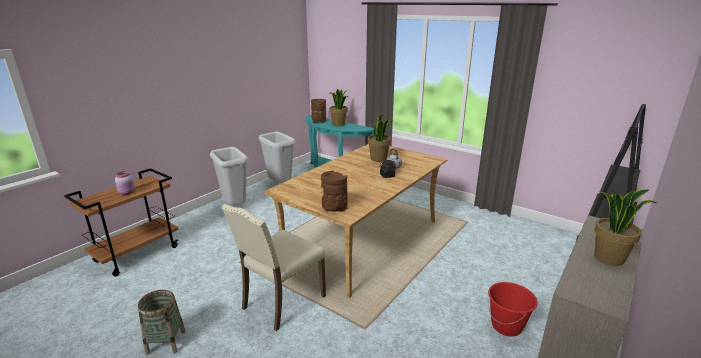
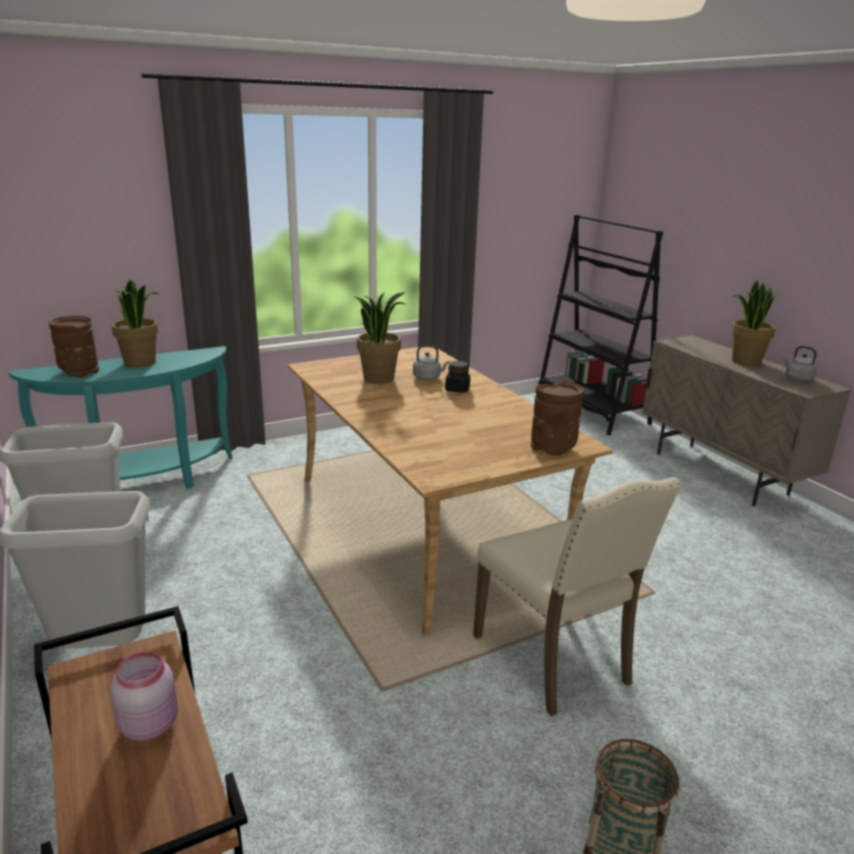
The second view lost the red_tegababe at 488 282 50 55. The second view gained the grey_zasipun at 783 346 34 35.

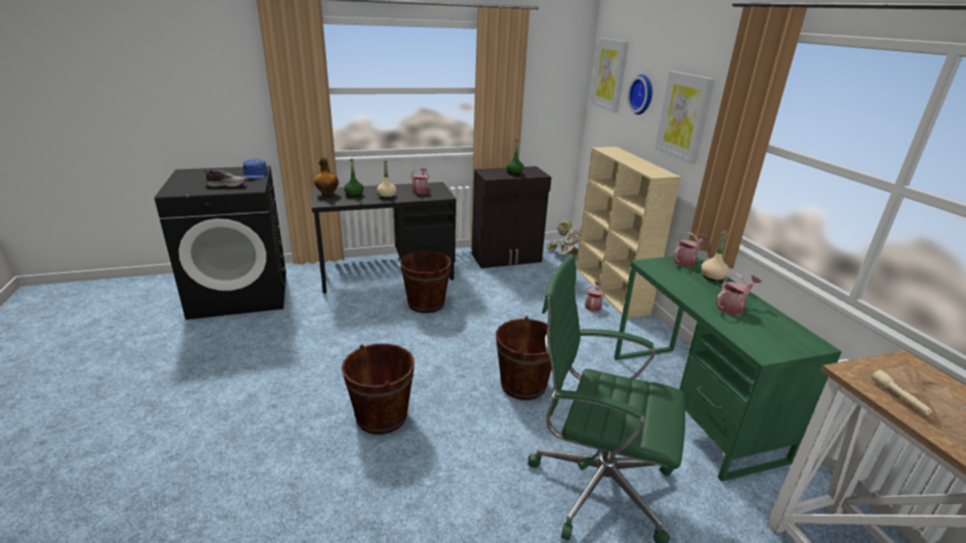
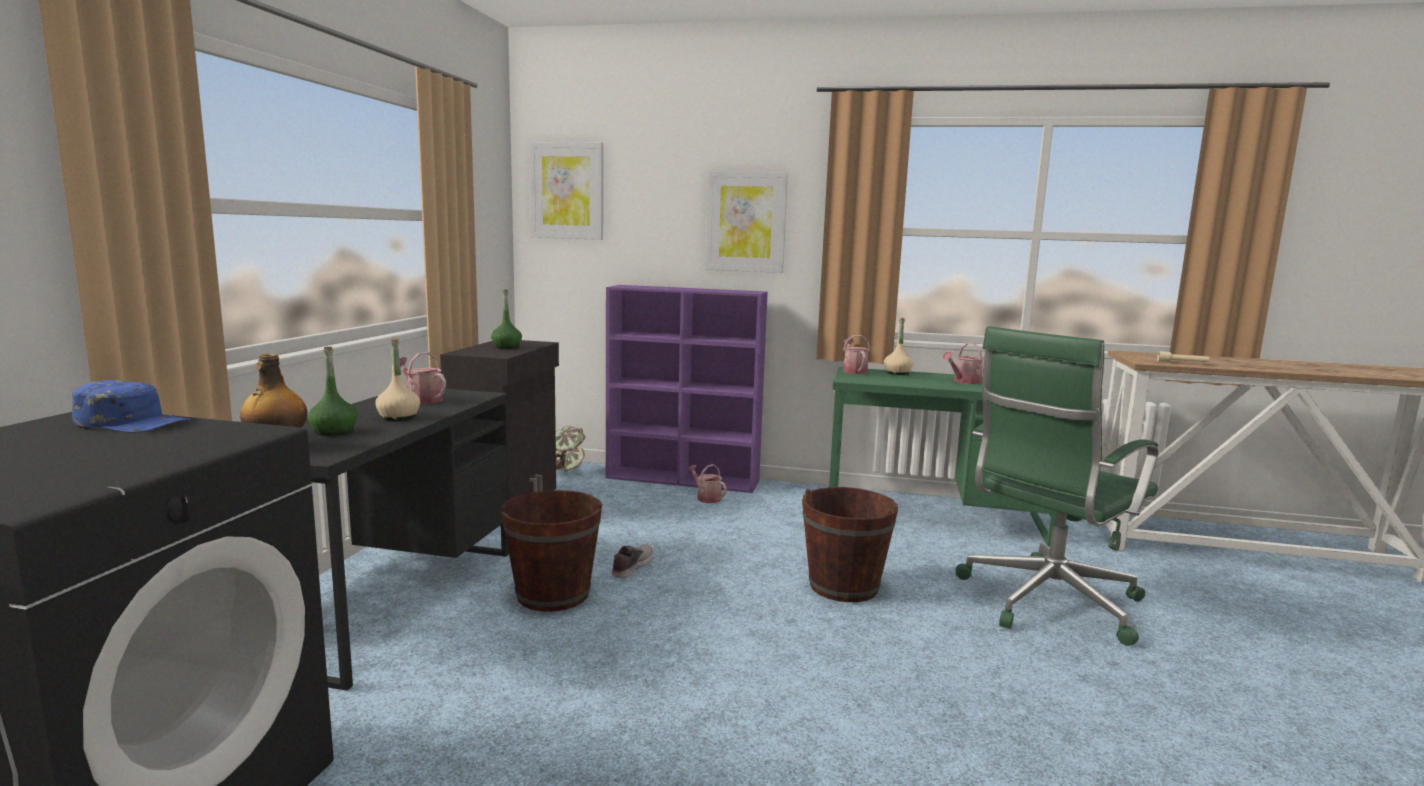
The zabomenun ended up elsewhere, having gone from 203 169 44 18 to 612 544 41 34. The second view lost the brown_tegababe at 342 343 73 92. What was the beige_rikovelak at 576 147 105 171 turned into the purple_rikovelak at 606 285 162 208. The second view lost the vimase at 627 74 25 41. The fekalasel at 716 274 45 41 ended up facing another way, 120 degrees counterclockwise from before.

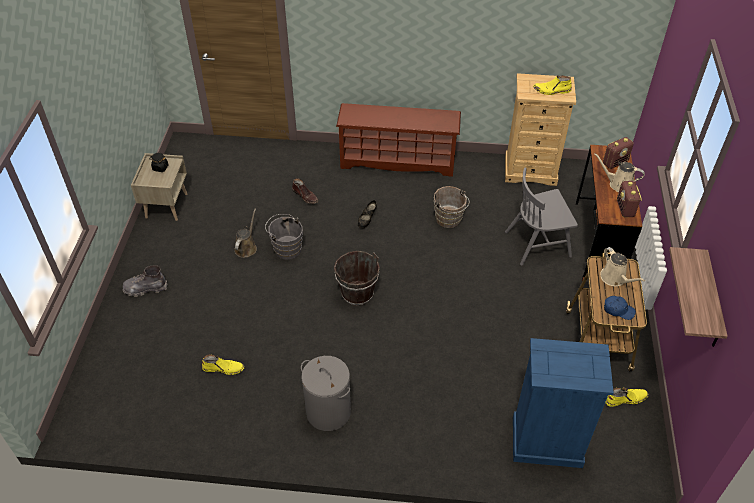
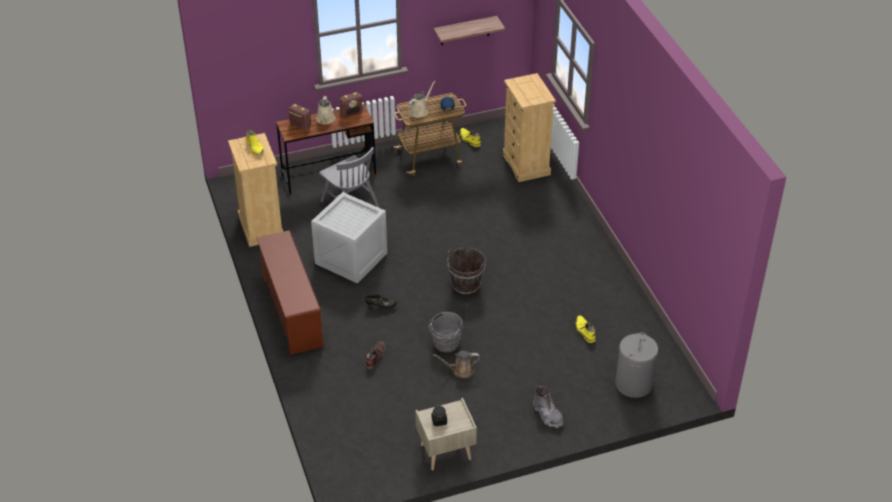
The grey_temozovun ended up elsewhere, having gone from 301 356 50 75 to 615 332 43 66. Where the brown_tegababe stood at 434 186 35 42, the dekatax came to stand at 311 192 76 91. What was the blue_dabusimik at 513 338 101 130 turned into the beige_dabusimik at 502 73 54 109.

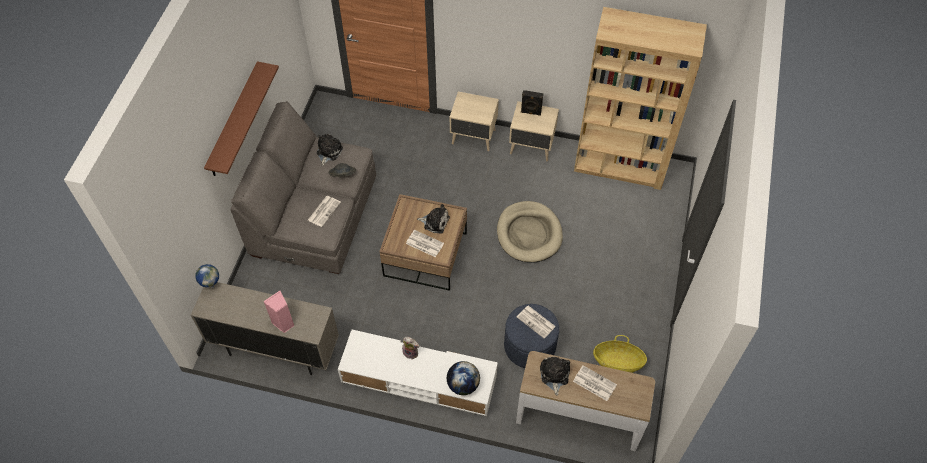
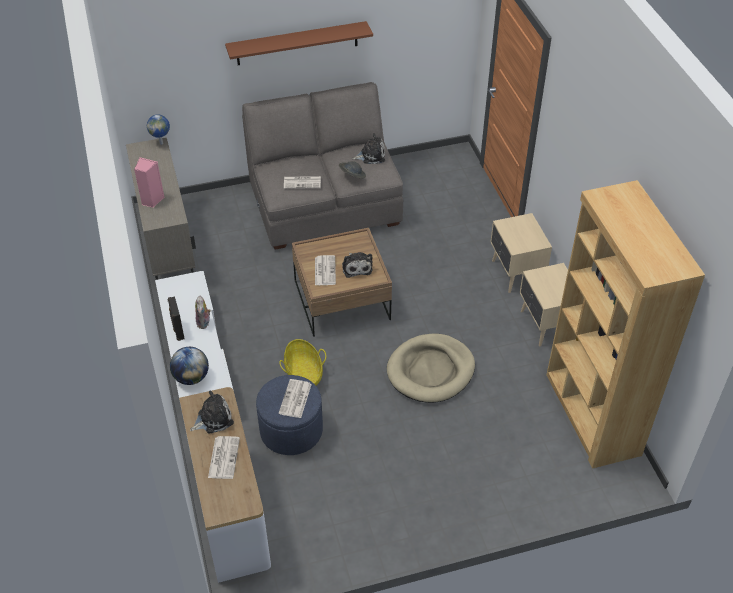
The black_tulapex ended up elsewhere, having gone from 521 90 22 26 to 168 296 17 45. The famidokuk ended up elsewhere, having gone from 593 335 54 38 to 279 339 47 47.

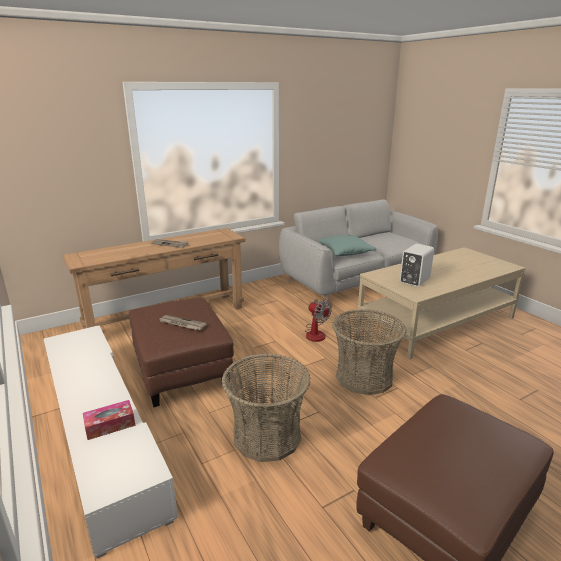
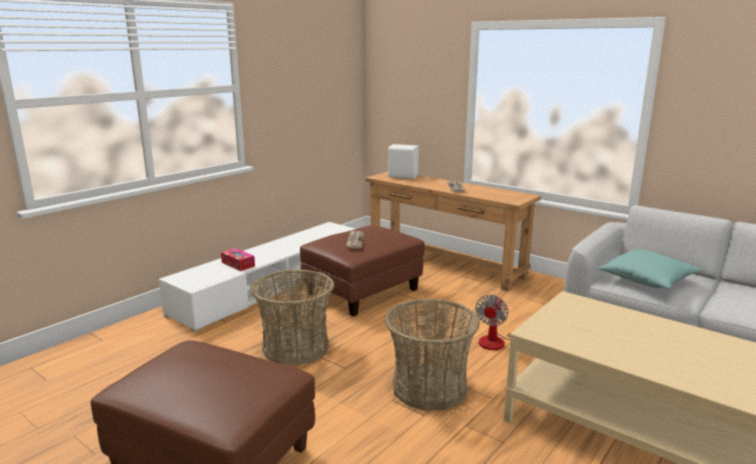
The white_tulapex ended up elsewhere, having gone from 400 244 34 43 to 388 144 31 35.

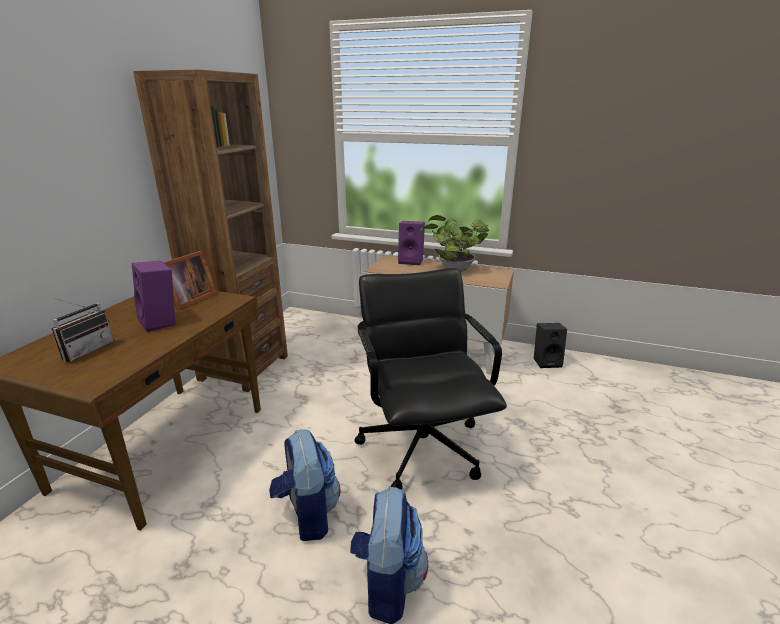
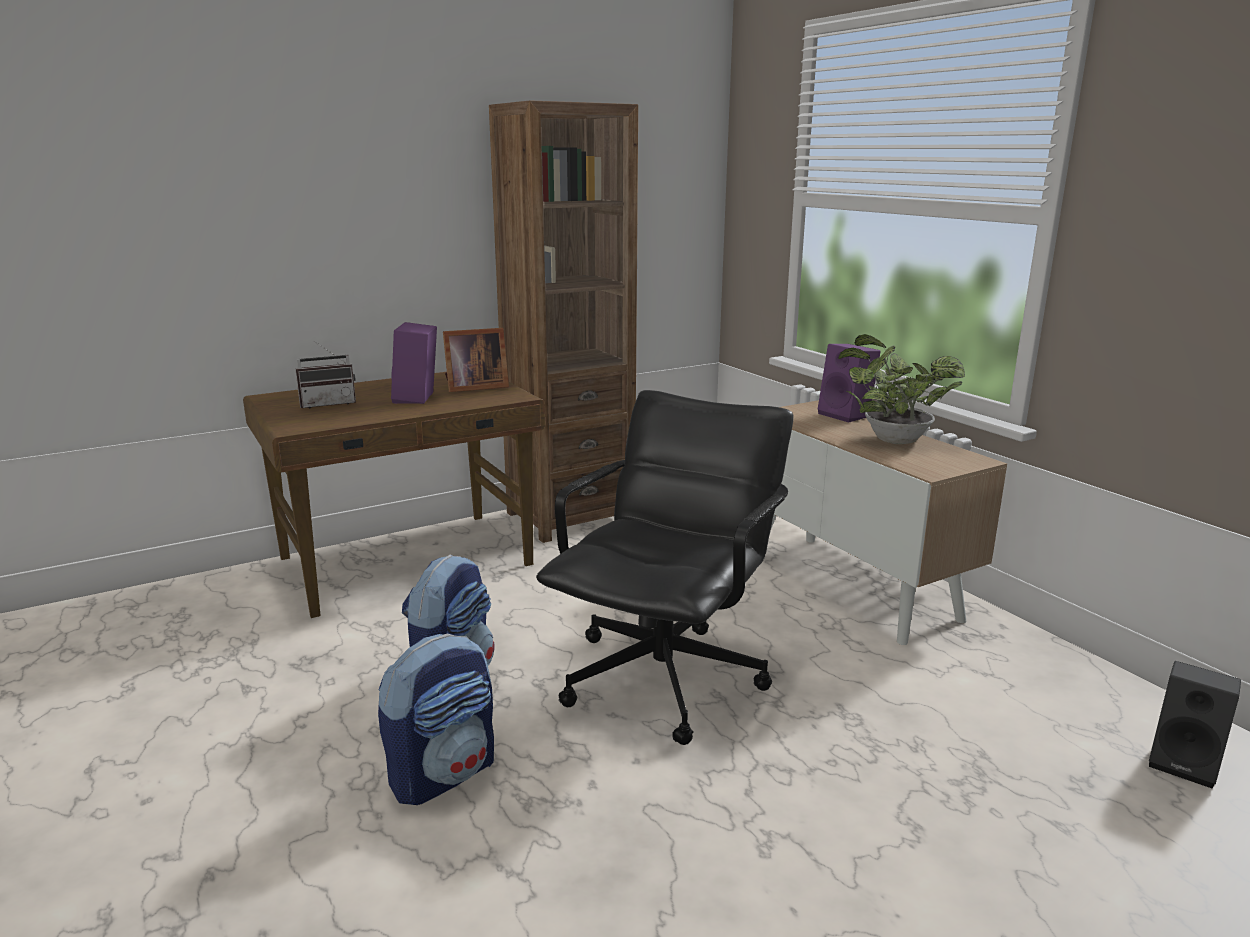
The black_tulapex ended up elsewhere, having gone from 534 323 33 45 to 1149 661 92 127.

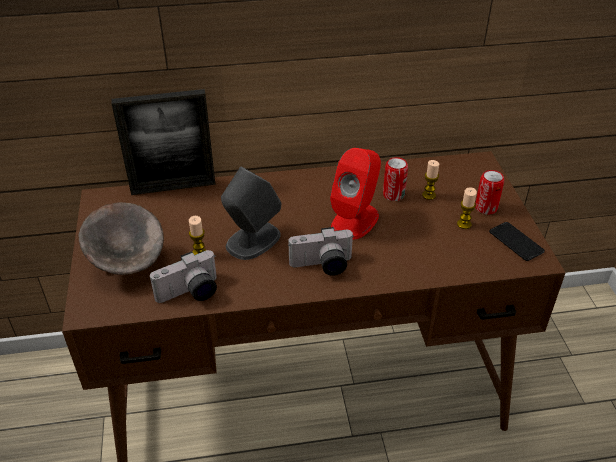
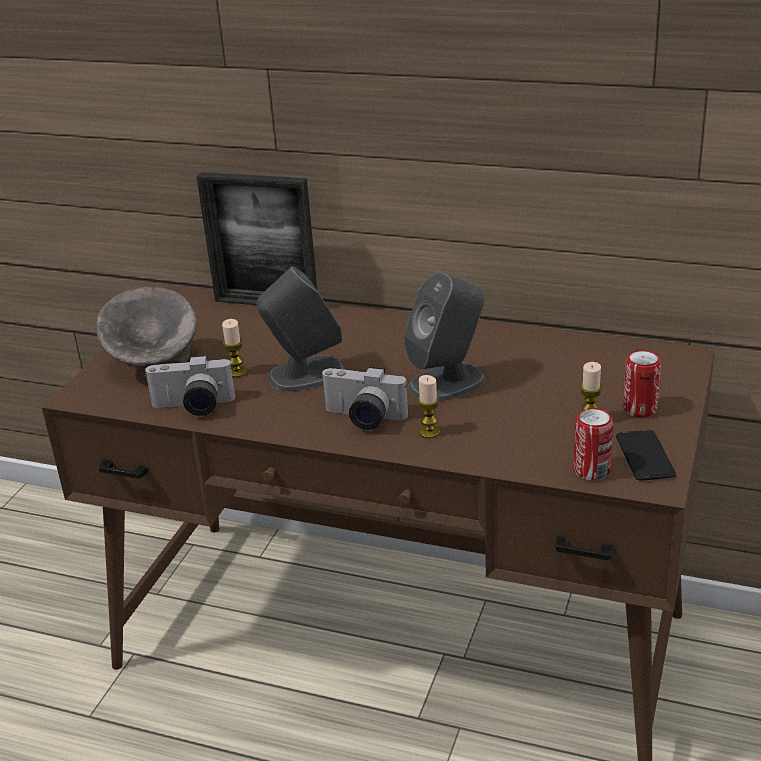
What was the red_tulapex at 330 148 51 92 turned into the grey_tulapex at 404 272 82 130. The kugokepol ended up elsewhere, having gone from 383 157 25 44 to 574 408 39 73. The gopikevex ended up elsewhere, having gone from 422 160 17 40 to 417 375 23 64.

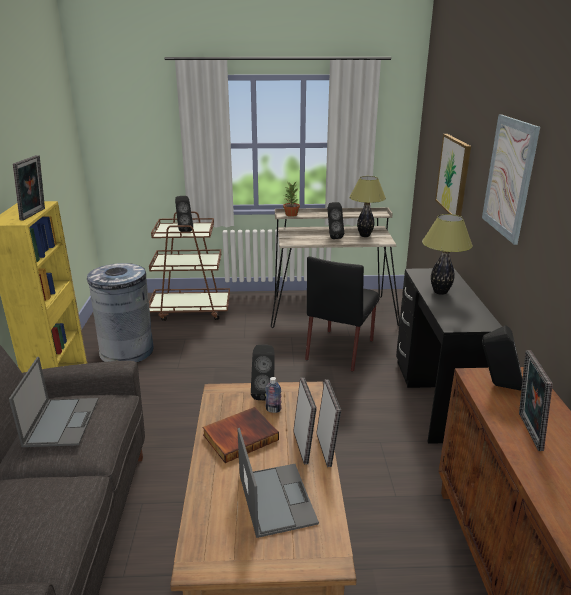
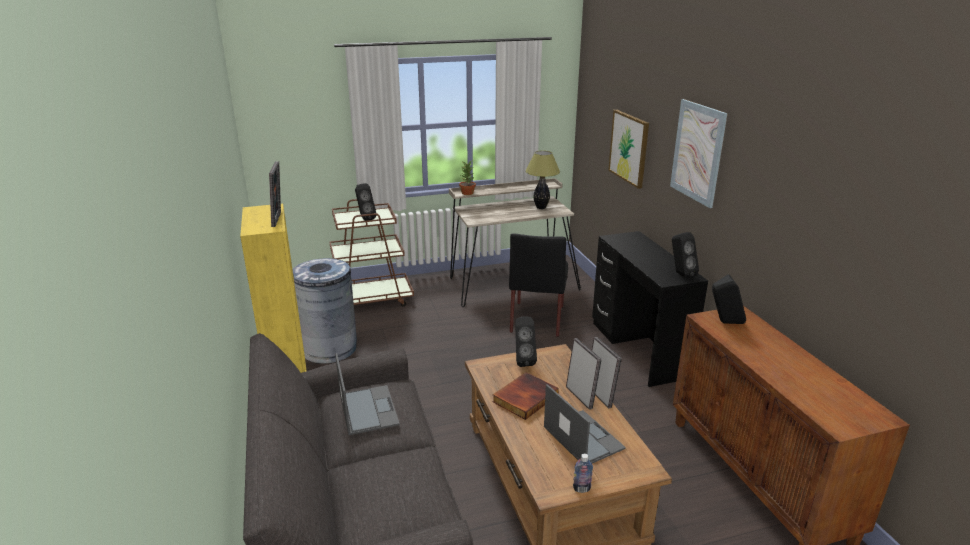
The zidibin ended up elsewhere, having gone from 265 377 17 36 to 573 454 20 39. The black_tulapex ended up elsewhere, having gone from 328 202 16 37 to 672 232 27 46. The second view lost the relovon at 422 214 51 81. The second view lost the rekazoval at 519 350 34 101.

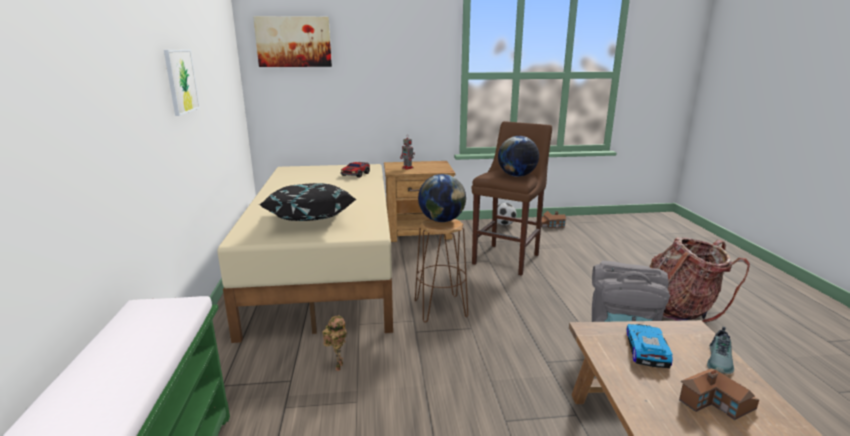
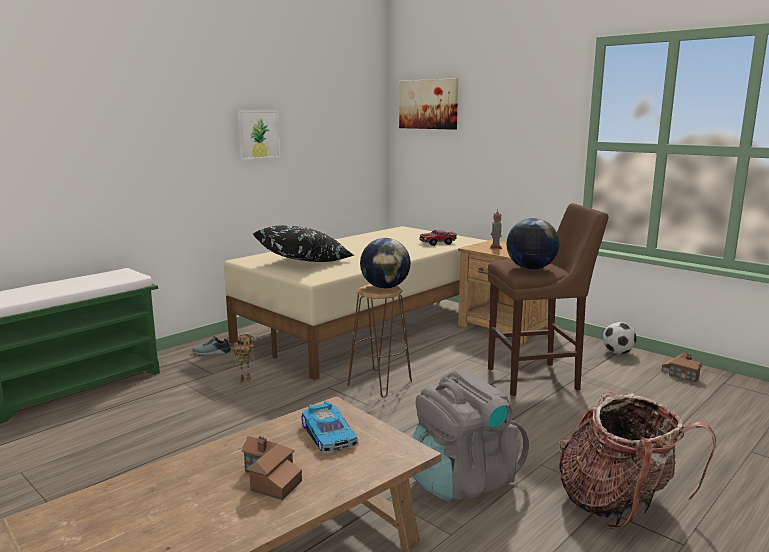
The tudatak at 626 324 47 44 ended up facing another way, 90 degrees clockwise from before. The zabomenun ended up elsewhere, having gone from 707 327 27 47 to 192 336 39 19.

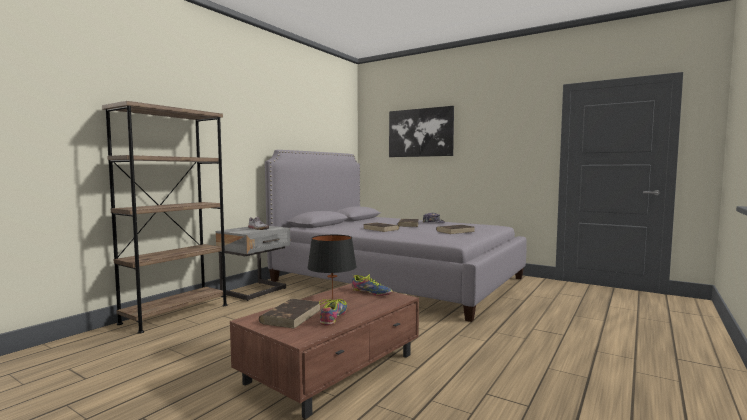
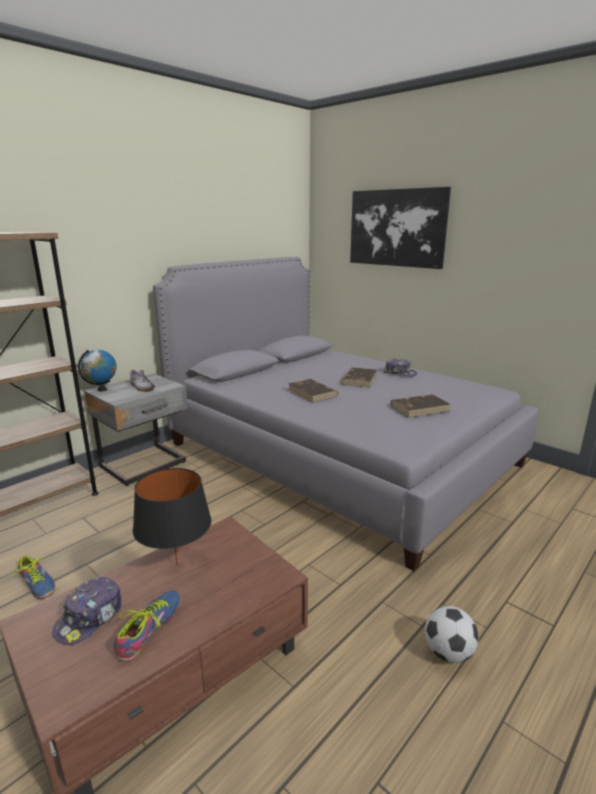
Where the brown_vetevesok stood at 259 299 61 30, the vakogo came to stand at 52 577 70 68. The zabomenun ended up elsewhere, having gone from 352 274 40 22 to 12 556 43 43. The second view gained the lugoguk at 78 350 38 41. The second view gained the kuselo at 425 606 54 57.

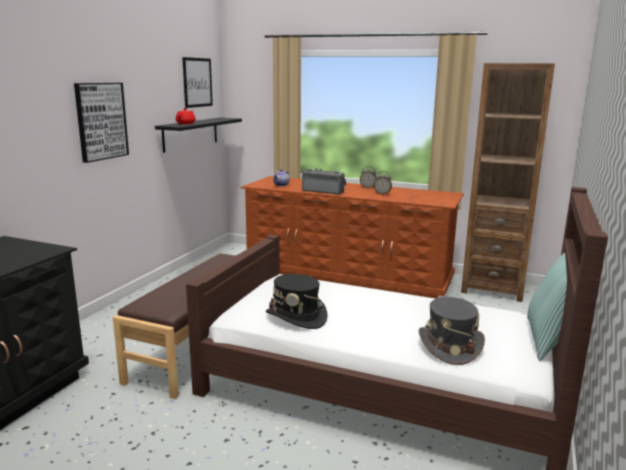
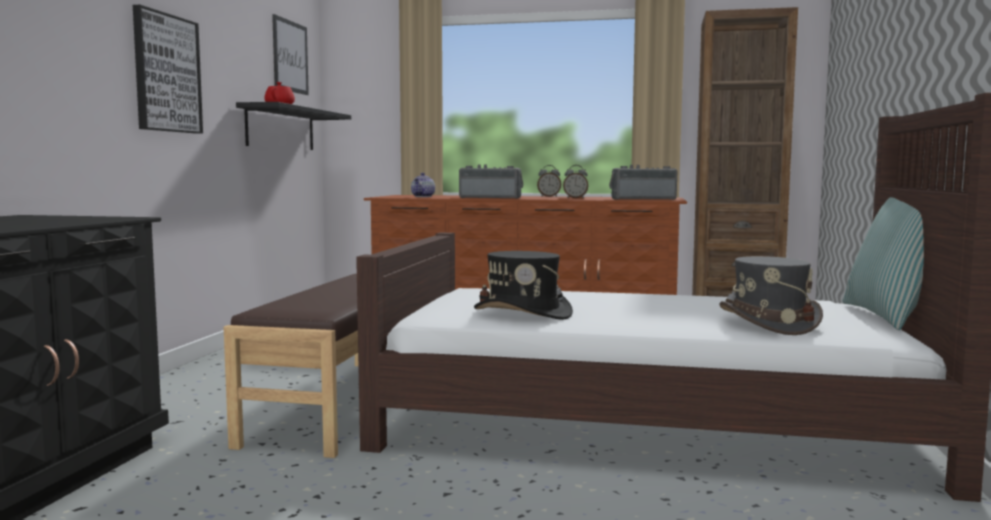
The second view gained the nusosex at 609 165 68 35.

